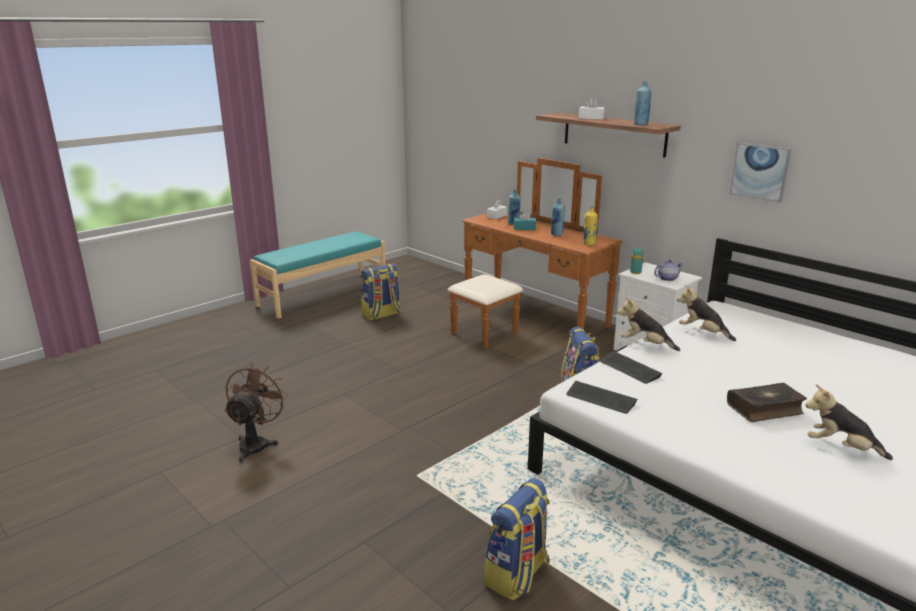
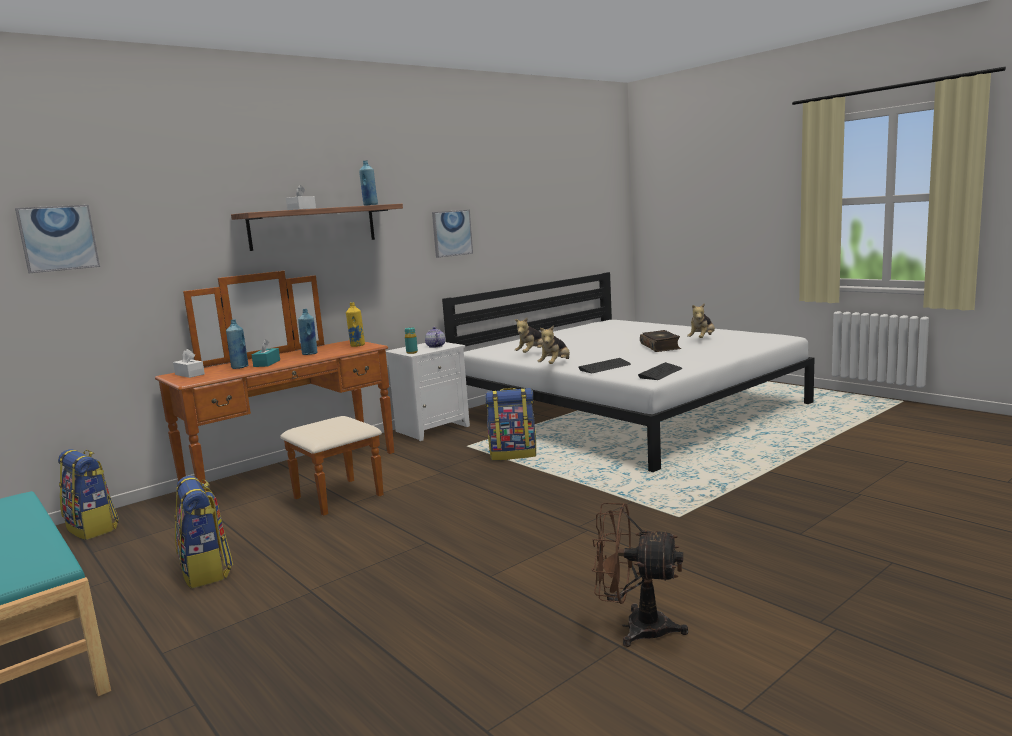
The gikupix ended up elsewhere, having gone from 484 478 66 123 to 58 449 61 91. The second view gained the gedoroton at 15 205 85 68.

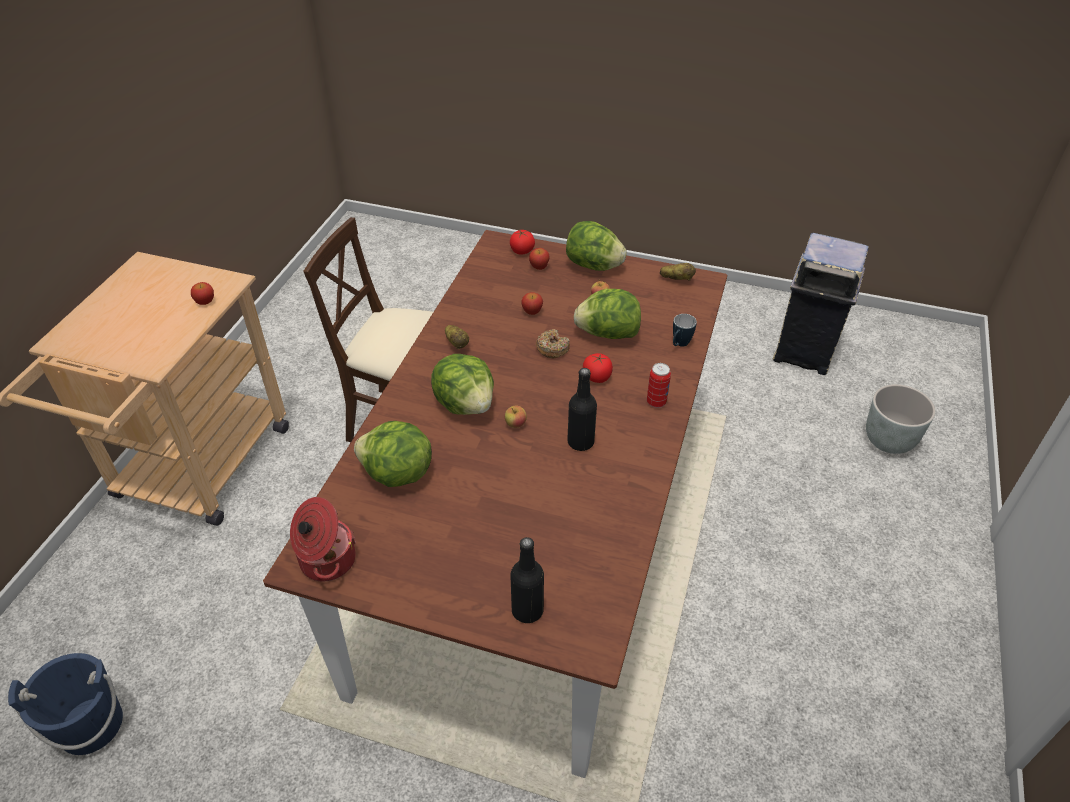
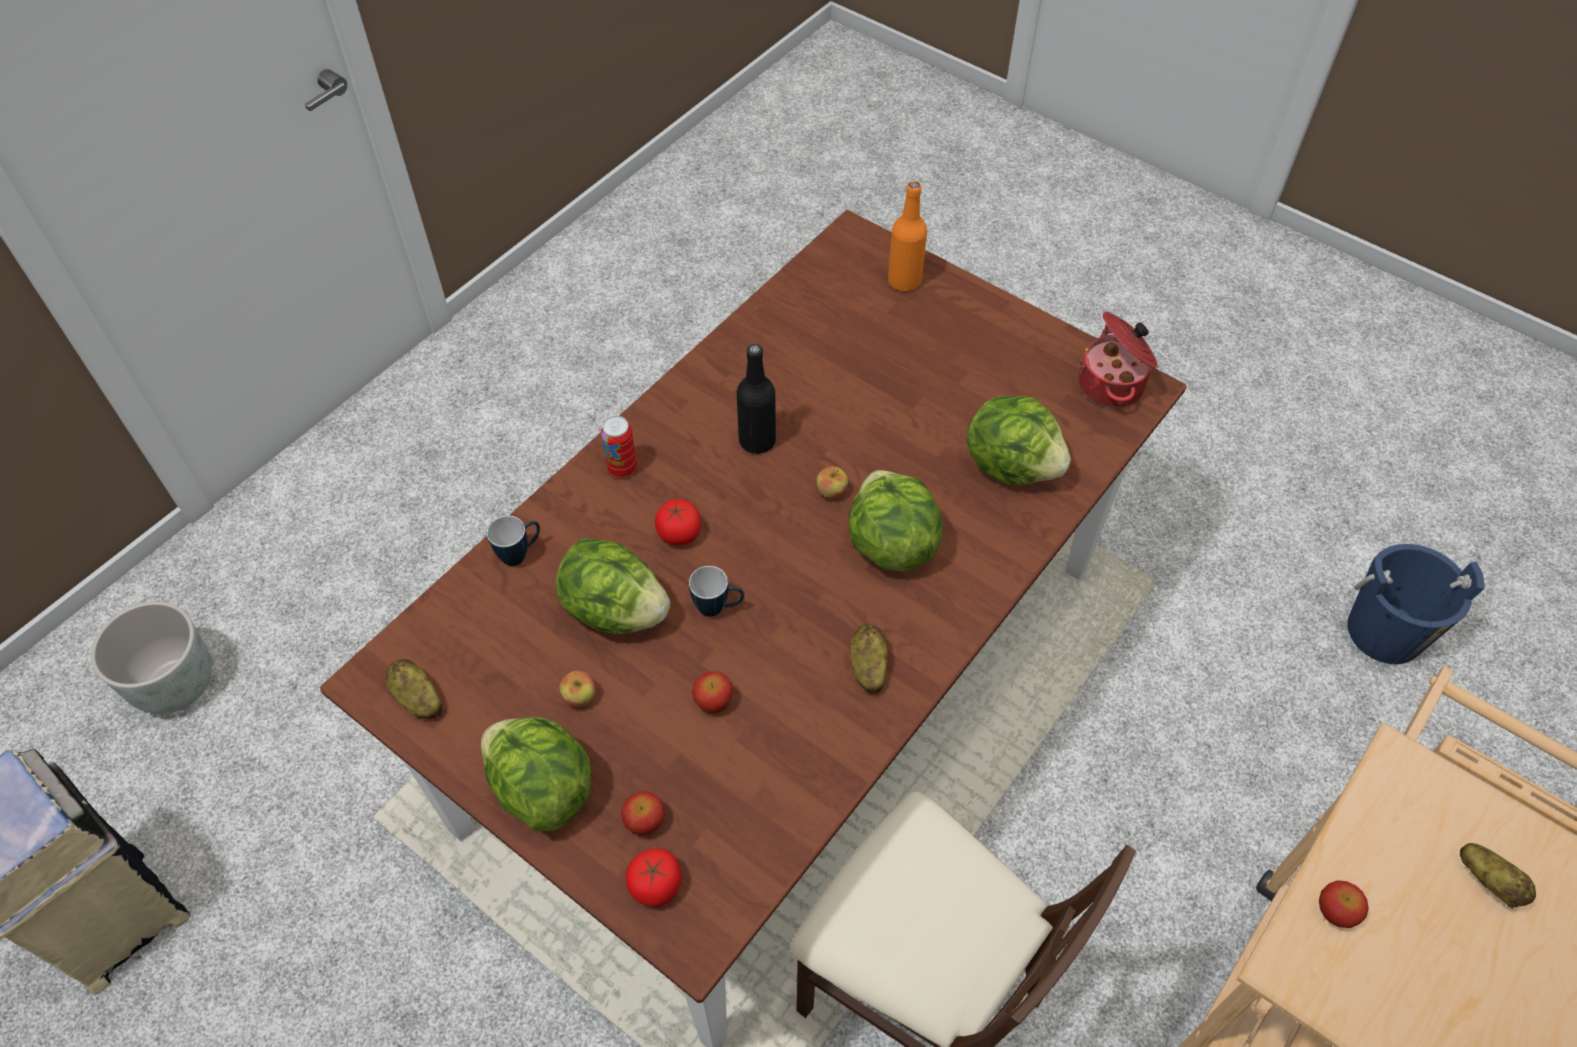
What was the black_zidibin at 510 537 34 86 turned into the orange_zidibin at 888 181 39 111. Where the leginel stood at 536 329 34 29, the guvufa came to stand at 689 566 55 51. The second view gained the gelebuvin at 1460 843 76 66.

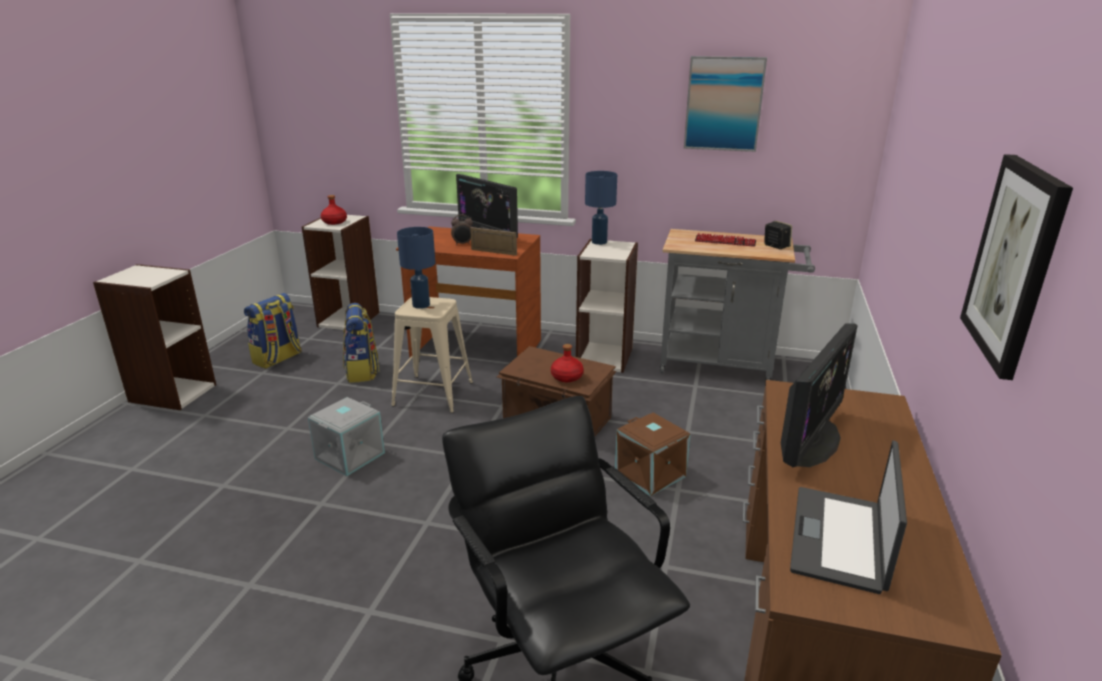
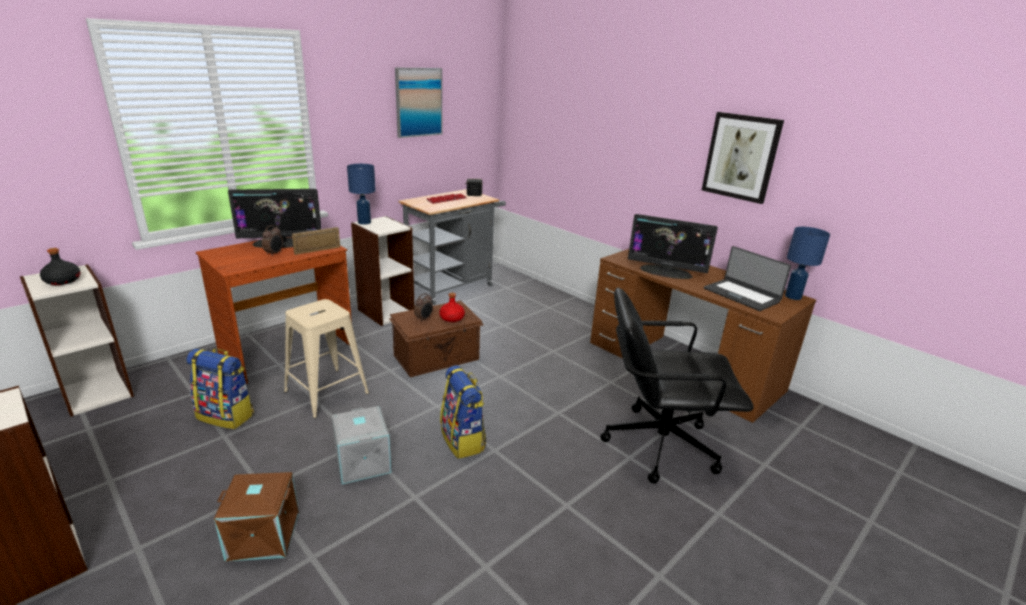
The gikupix ended up elsewhere, having gone from 244 293 58 76 to 440 365 46 94. What was the red_zidibin at 321 195 26 30 turned into the black_zidibin at 40 248 41 37. The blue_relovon ended up elsewhere, having gone from 397 227 38 82 to 785 227 45 73. The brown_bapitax ended up elsewhere, having gone from 615 413 75 83 to 214 472 85 89. The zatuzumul at 781 324 77 143 ended up facing another way, 135 degrees clockwise from before. The second view gained the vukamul at 414 293 19 29.

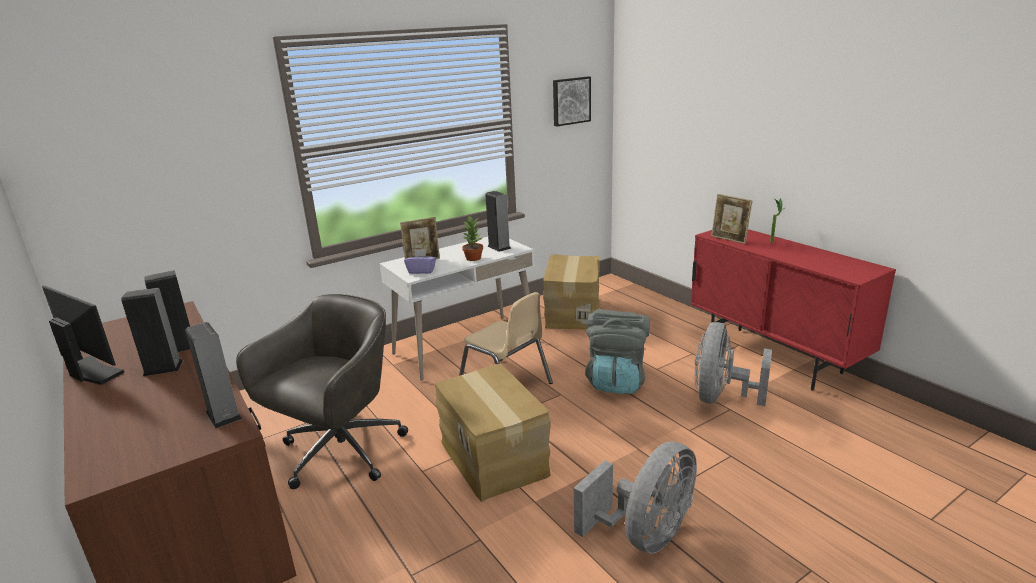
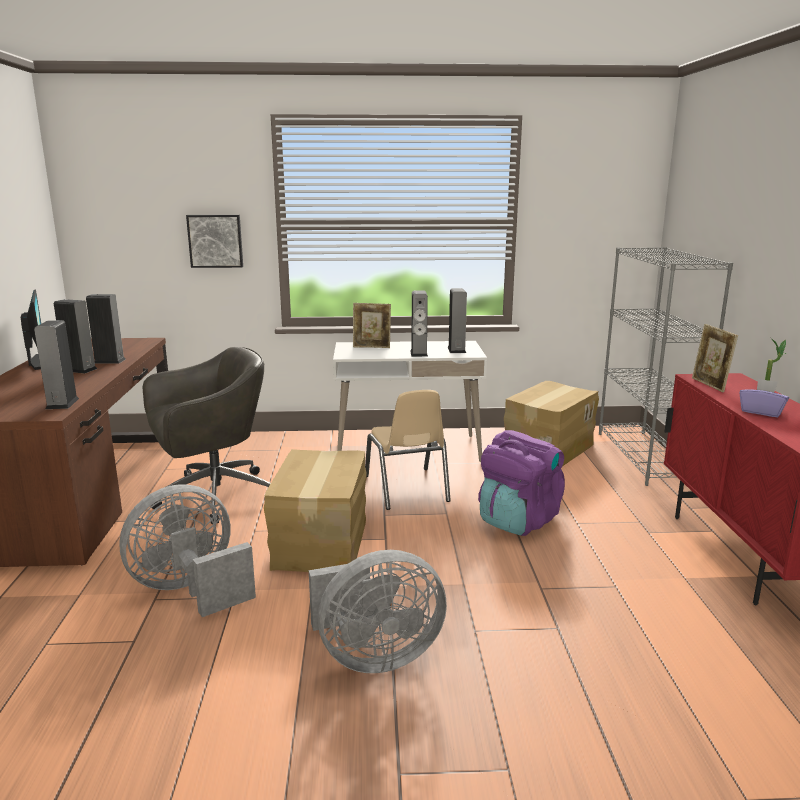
The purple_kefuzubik ended up elsewhere, having gone from 404 249 32 25 to 739 379 50 38. Where the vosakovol stood at 462 216 21 45, the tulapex came to stand at 410 290 18 67. The gedoroton ended up elsewhere, having gone from 553 76 38 50 to 186 215 57 53. What was the grey_gikupix at 585 309 65 85 turned into the purple_gikupix at 478 430 87 106. The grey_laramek ended up elsewhere, having gone from 695 322 77 84 to 119 484 137 133. The second view gained the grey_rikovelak at 599 247 134 239.

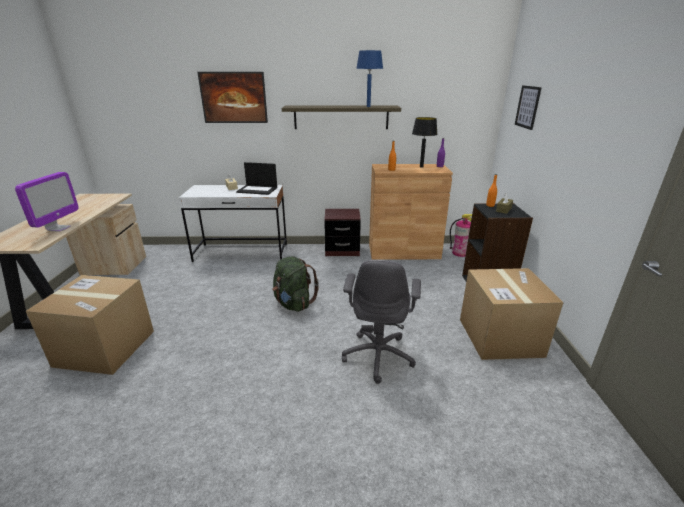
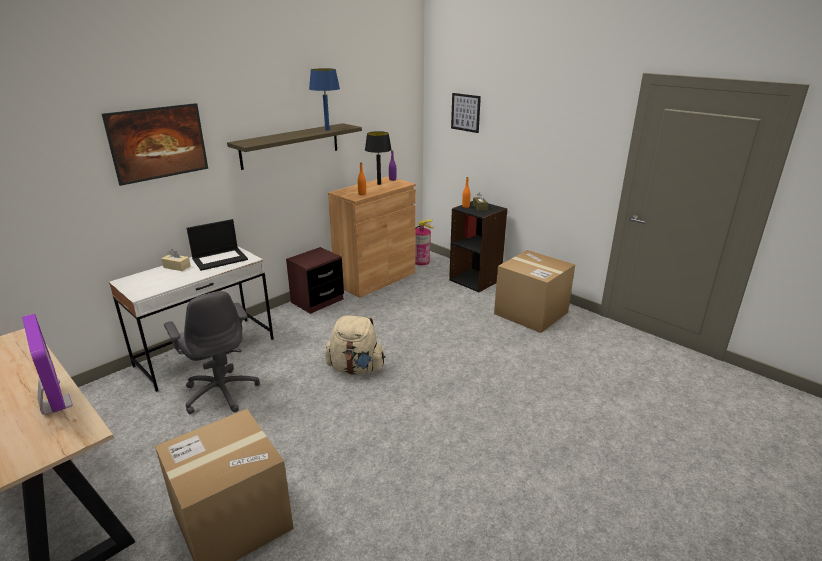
What was the green_gikupix at 272 256 47 56 turned into the beige_gikupix at 325 316 61 59. The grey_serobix ended up elsewhere, having gone from 342 260 79 124 to 164 291 96 123.

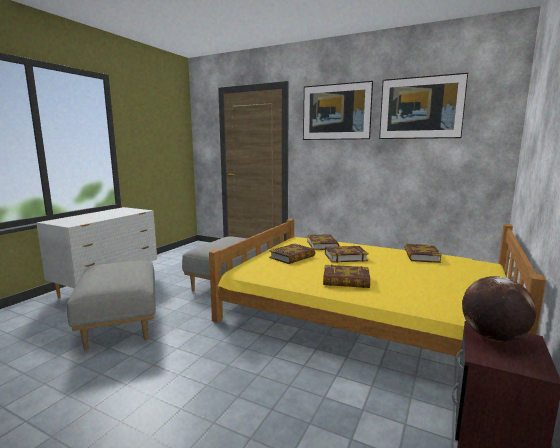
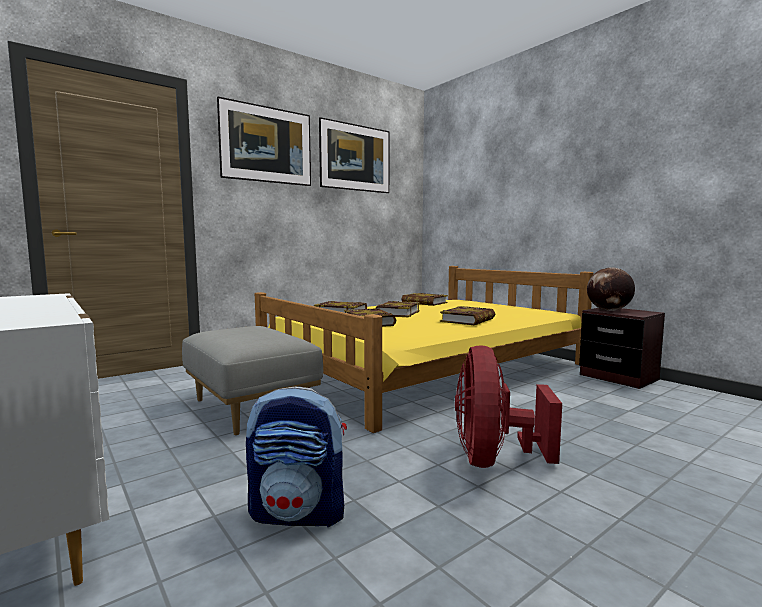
Where the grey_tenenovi stood at 67 261 89 90, the gikupix came to stand at 246 386 101 141. The second view gained the red_laramek at 455 345 107 123.

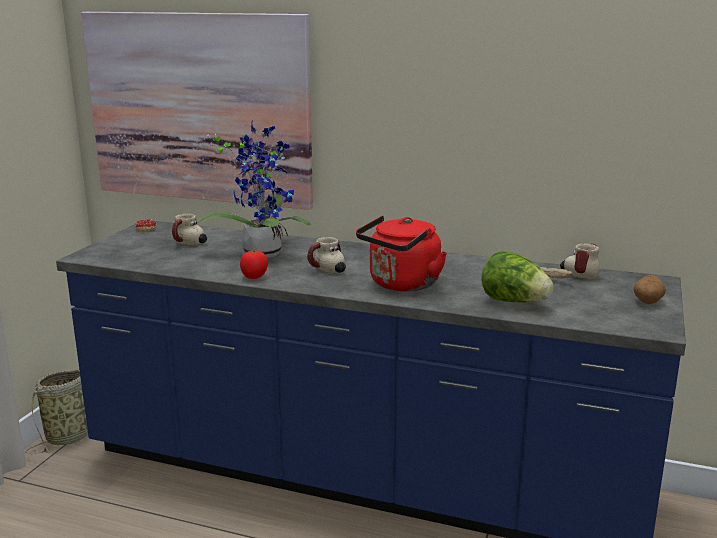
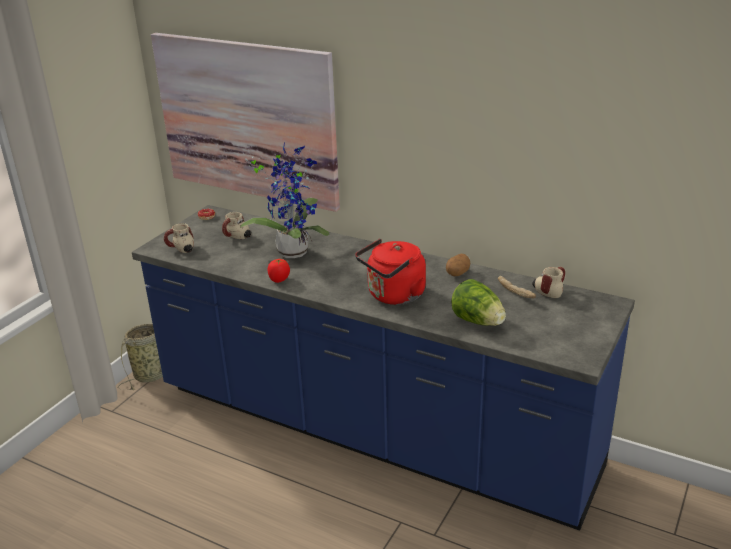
The guvufa ended up elsewhere, having gone from 307 237 39 37 to 164 223 30 30. The gelebuvin ended up elsewhere, having gone from 634 275 32 29 to 446 254 24 22.

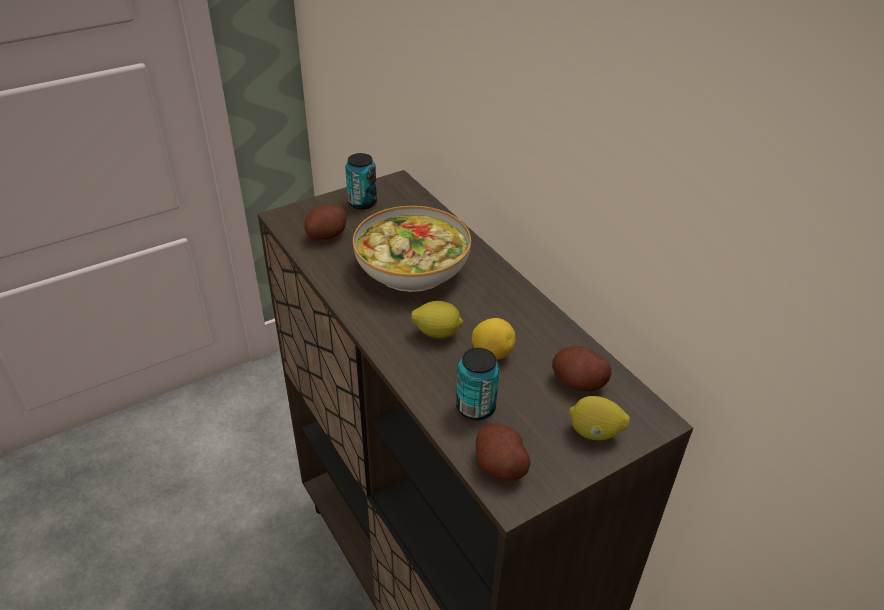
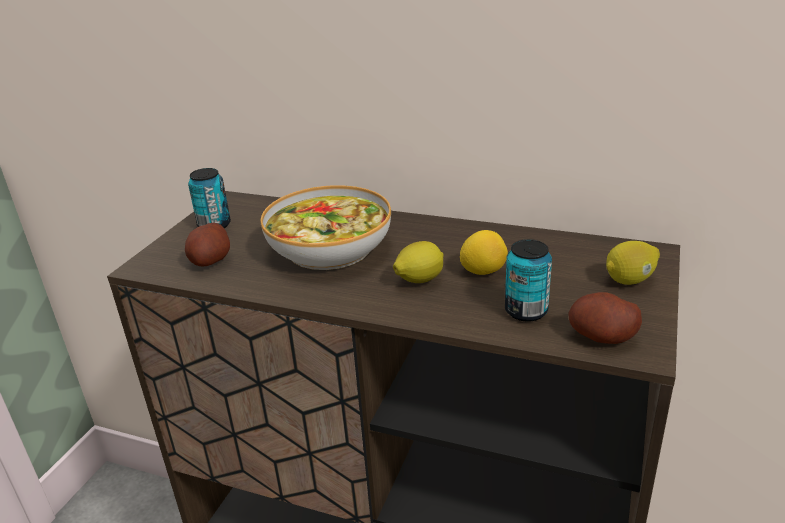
The second view lost the gelebuvin at 552 346 60 45.

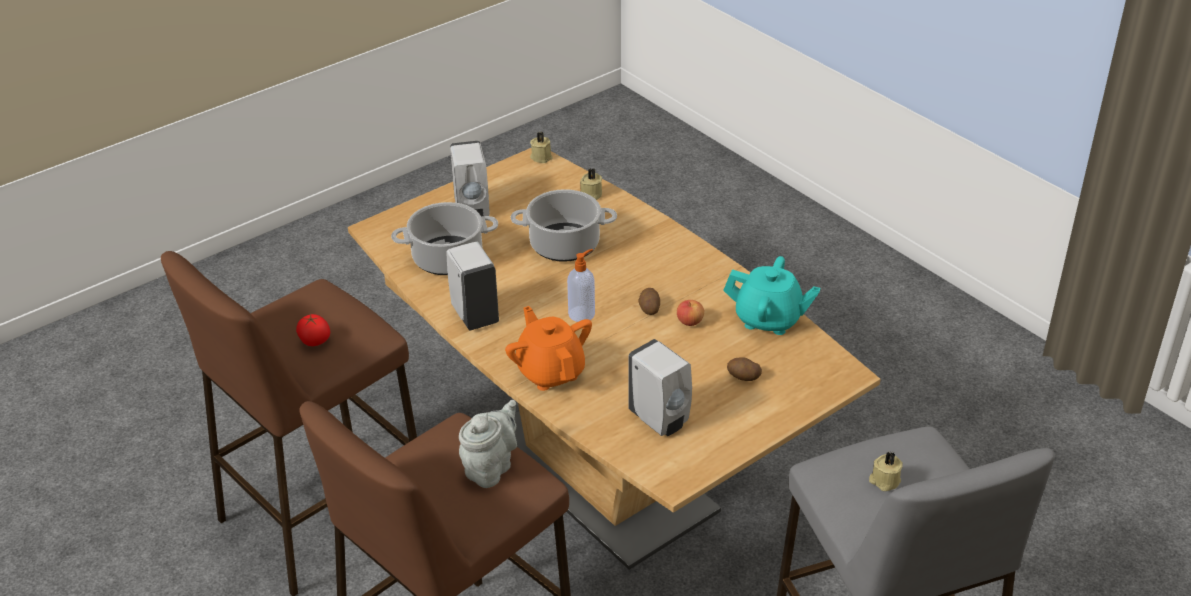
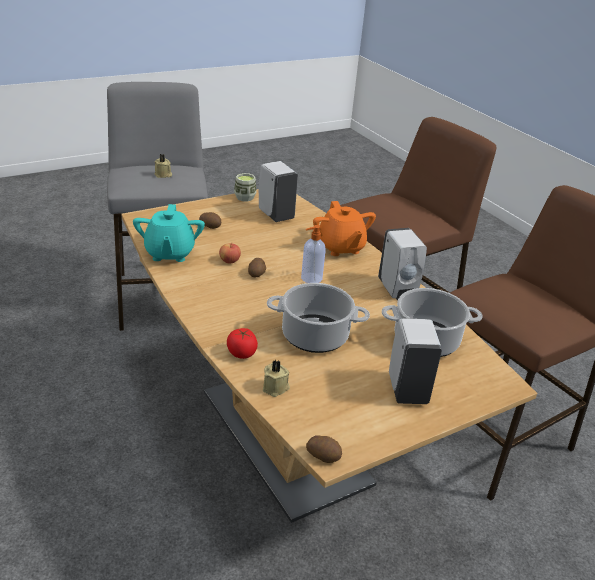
The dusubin ended up elsewhere, having gone from 296 314 34 32 to 227 328 31 31. The second view lost the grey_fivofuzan at 459 400 58 88. Where the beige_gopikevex stood at 530 132 22 31, the gelebuvin came to stand at 306 435 36 28. The turquoise_fivofuzan at 723 256 97 79 ended up facing another way, 120 degrees counterclockwise from before. The second view gained the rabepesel at 234 173 22 29.

